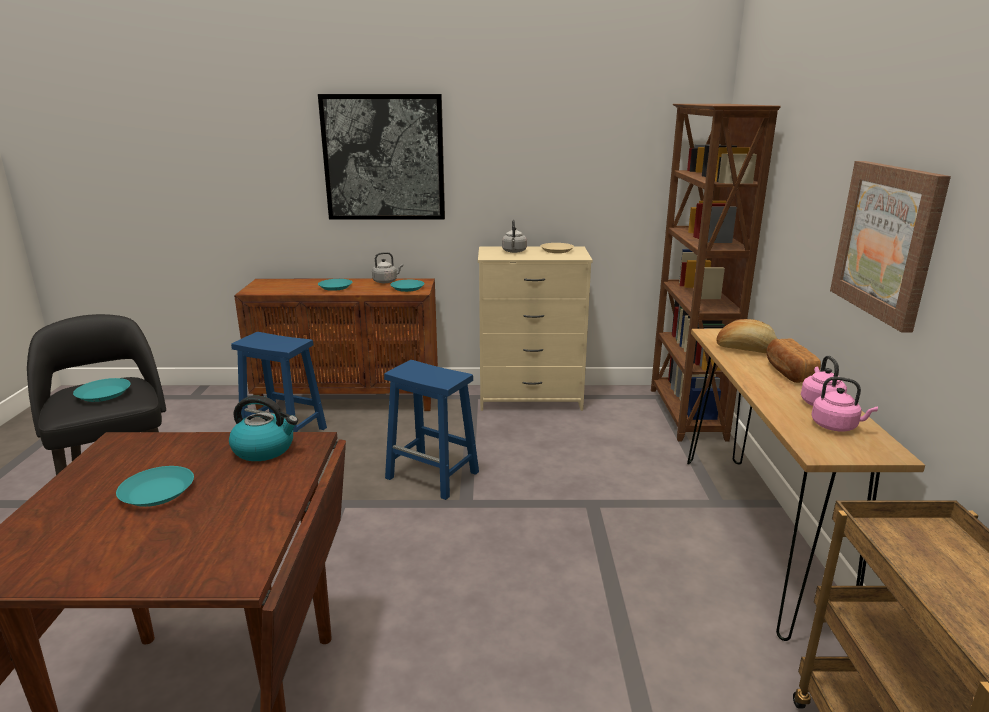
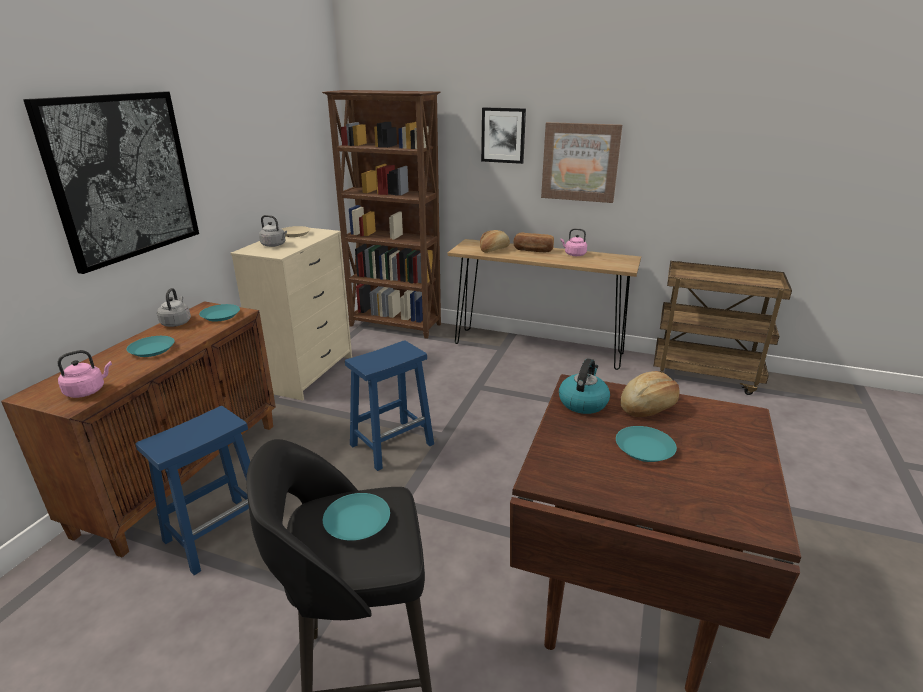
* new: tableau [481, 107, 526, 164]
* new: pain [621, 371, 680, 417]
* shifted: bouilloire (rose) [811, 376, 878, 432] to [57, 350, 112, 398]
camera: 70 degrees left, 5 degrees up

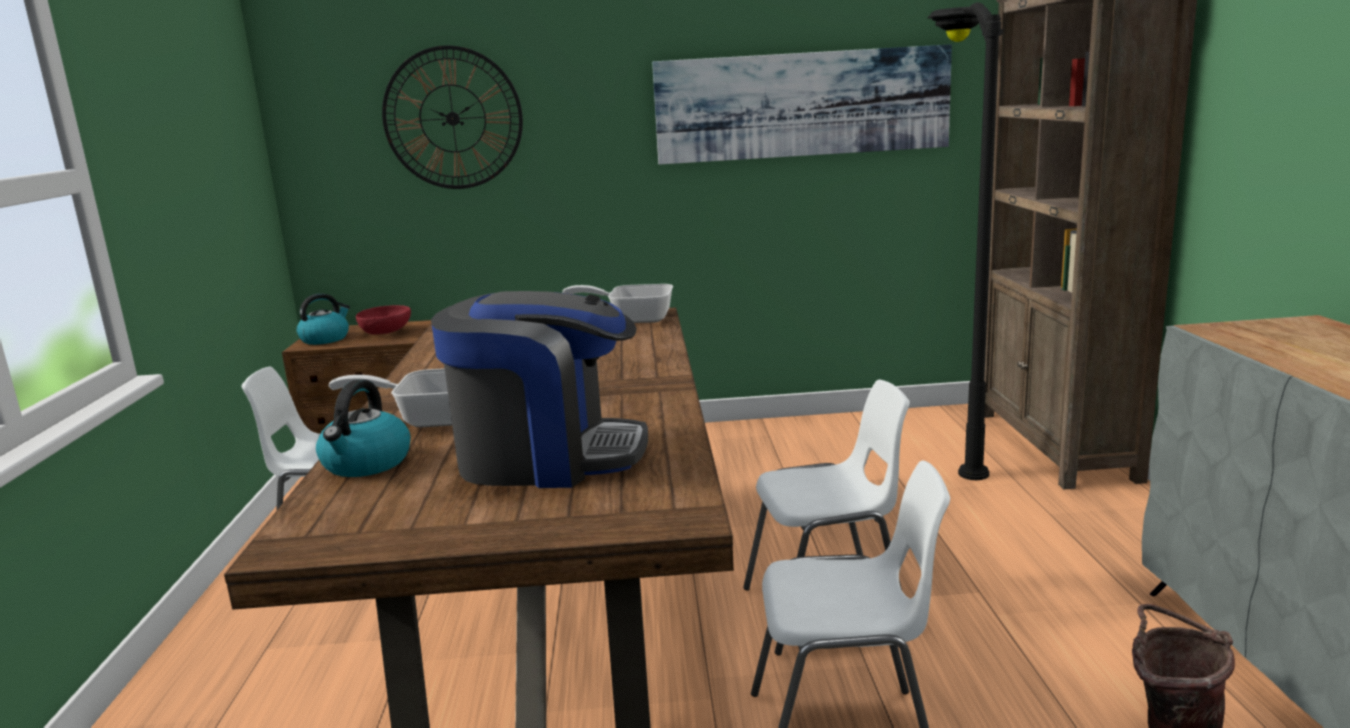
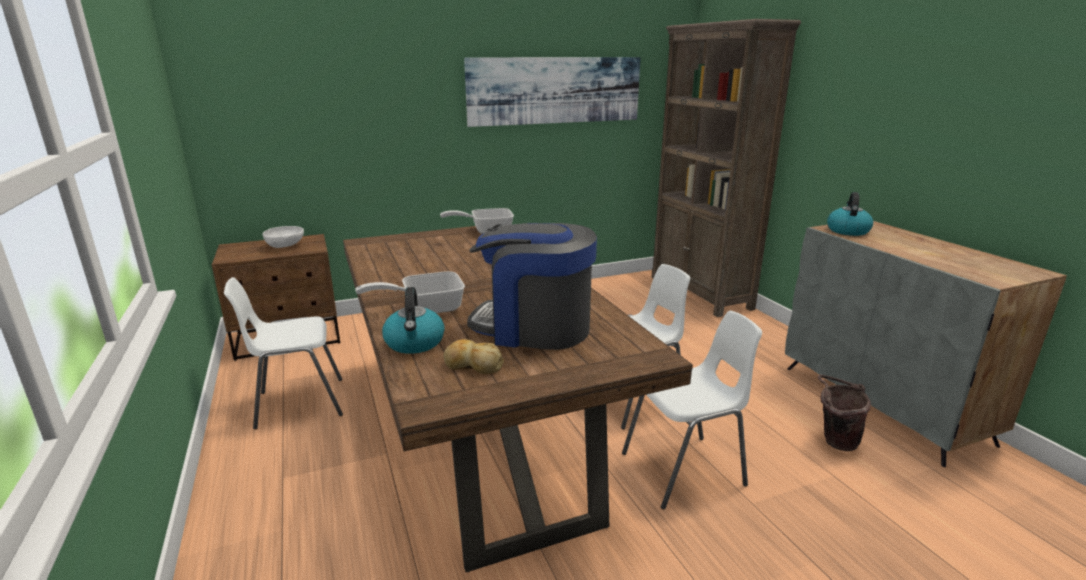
* gone: horloge murale [382, 46, 523, 189]
* gone: lampadaire (noir) [928, 2, 1003, 480]
* new: pain [443, 339, 504, 374]
* shifted: bouilloire [296, 293, 350, 345] to [827, 192, 873, 236]
* repainted: bol (rouge) [356, 305, 411, 335] to bol (blanc) [263, 226, 304, 248]
* rotated: machine à café [431, 291, 648, 488] = [467, 223, 597, 350] 150 degrees counterclockwise
camera: 20 degrees left, 5 degrees up

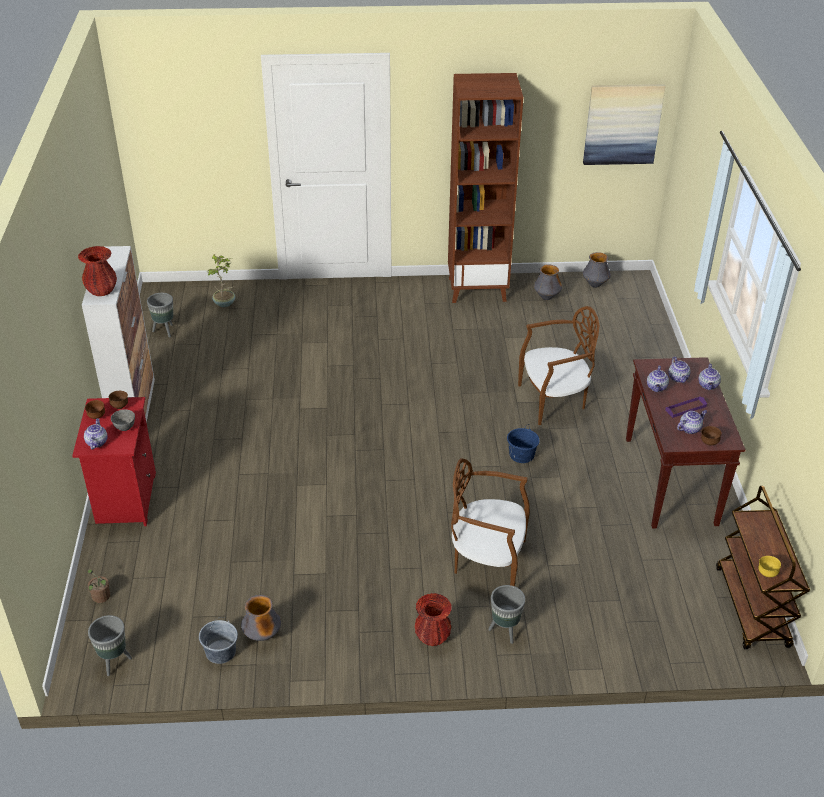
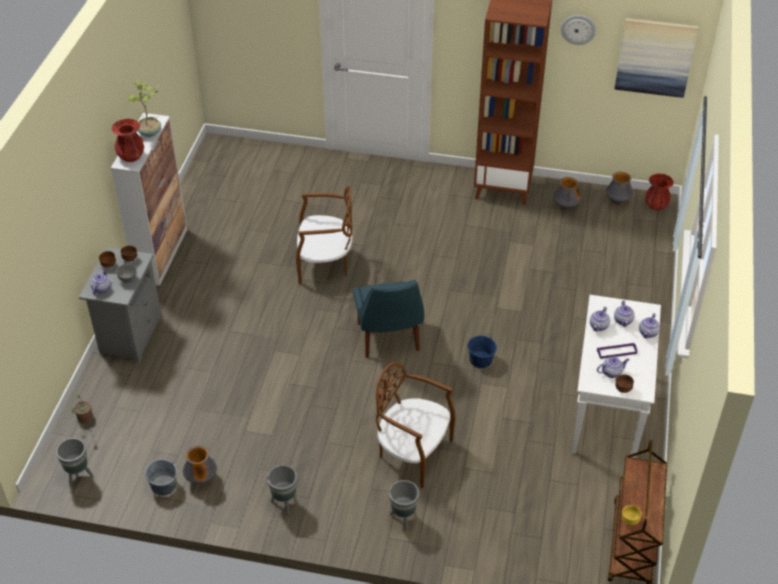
* new: chaise (bleu) [353, 280, 424, 358]
* new: horloge murale [561, 15, 596, 45]
* shifted: cache-pot (gris) [147, 293, 173, 337] to [267, 465, 297, 515]
* shifted: plante en pot [208, 254, 235, 307] to [128, 80, 161, 137]
* shifted: vase (rouge) [415, 593, 452, 646] to [645, 174, 674, 210]
* shifted: chaise (marron) [518, 306, 600, 425] to [296, 186, 353, 284]
* repainted: table de chevet (rouge) [72, 397, 156, 526] to table de chevet (gris) [79, 247, 162, 363]
* repainted: table console (marron) [626, 357, 746, 529] to table console (blanc) [572, 295, 661, 458]
camera: 15 degrees right, 5 degrees up

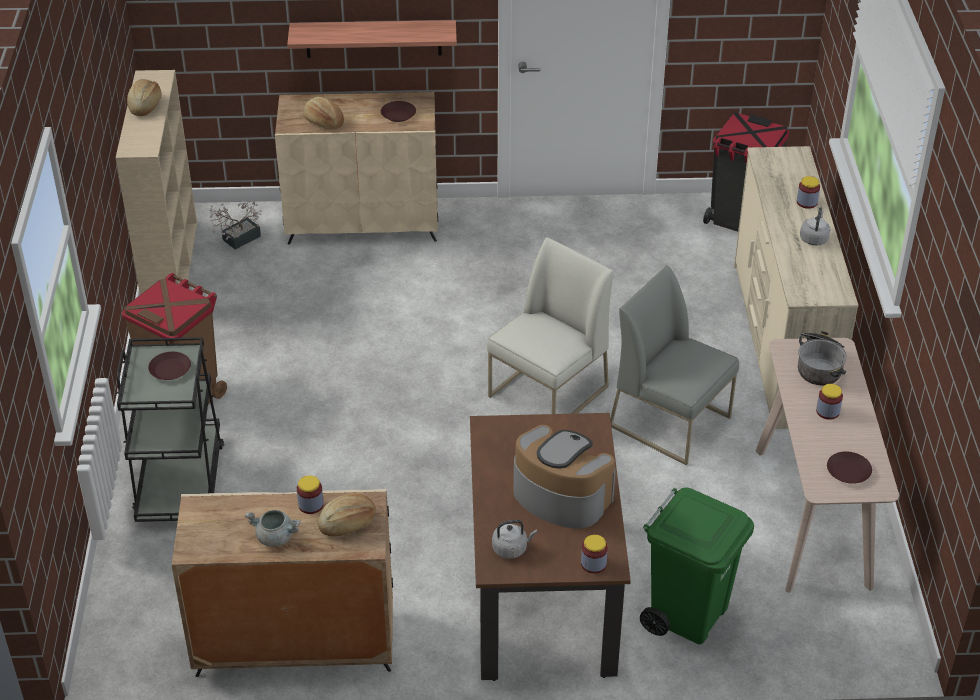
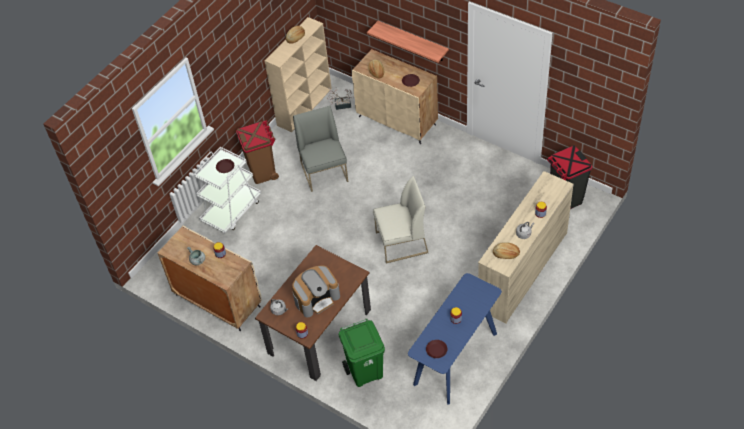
* gone: marmite [798, 331, 847, 385]
* shifted: pain [318, 493, 376, 537] to [493, 242, 520, 259]
* shifted: chaise (gris) [610, 265, 739, 465] to [293, 106, 348, 192]
* repainted: chariot (noir) [116, 337, 224, 522] to chariot (blanc) [194, 147, 261, 233]
* repainted: table console (beige) [755, 338, 899, 593] to table console (bleu) [408, 273, 502, 404]
* rotated: machine à café [514, 425, 616, 529] = [292, 265, 340, 317] 75 degrees clockwise
camera: 40 degrees right, 10 degrees up

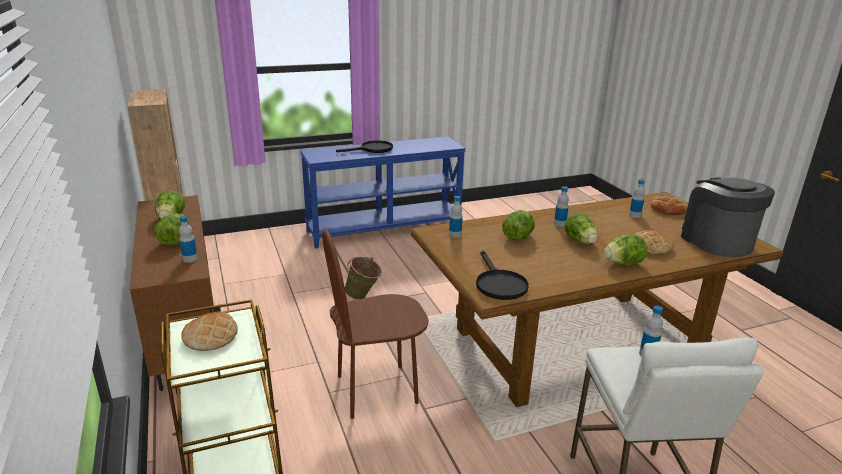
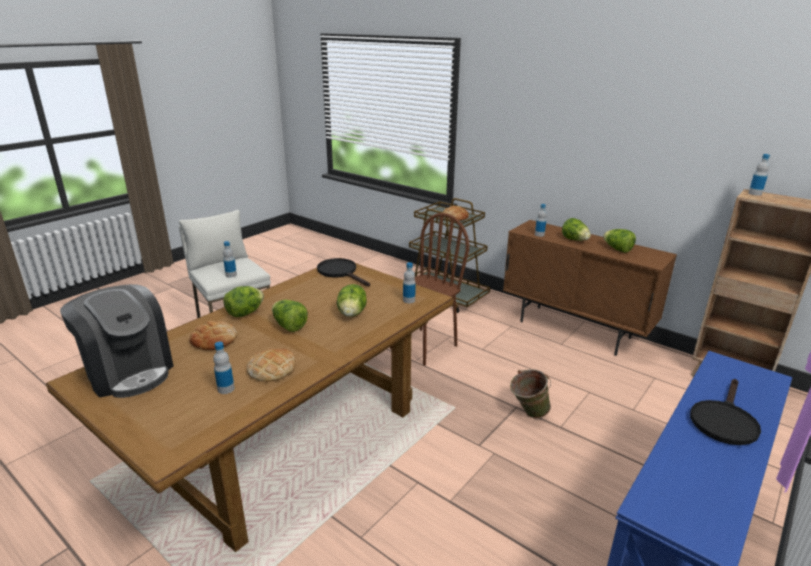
* shifted: bouteille [554, 186, 569, 227] to [749, 154, 770, 196]
* shifted: pain [651, 194, 688, 215] to [246, 348, 295, 382]
camera: 150 degrees right, 0 degrees up

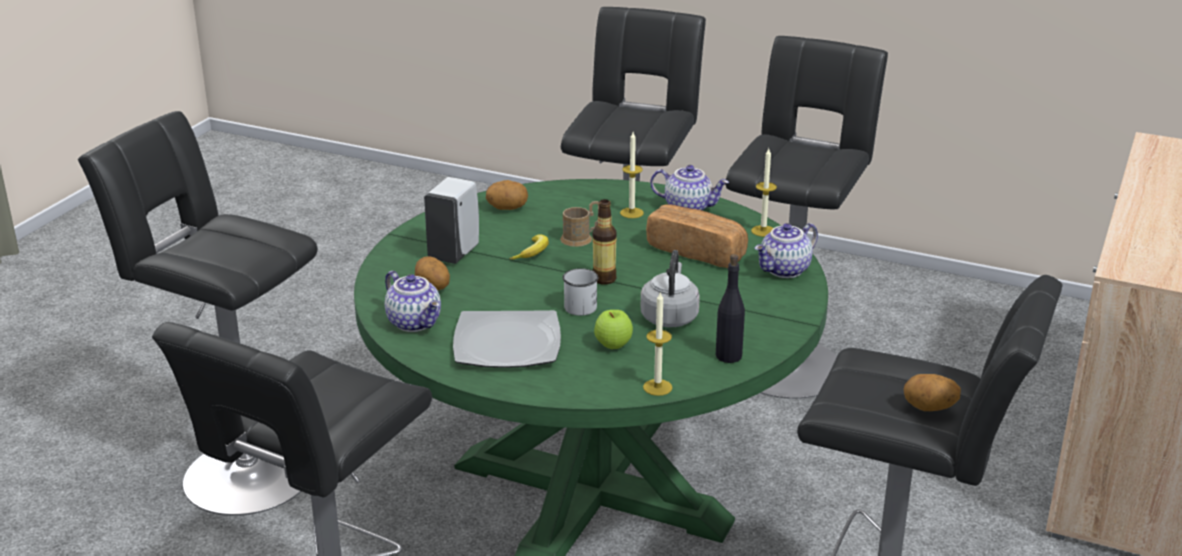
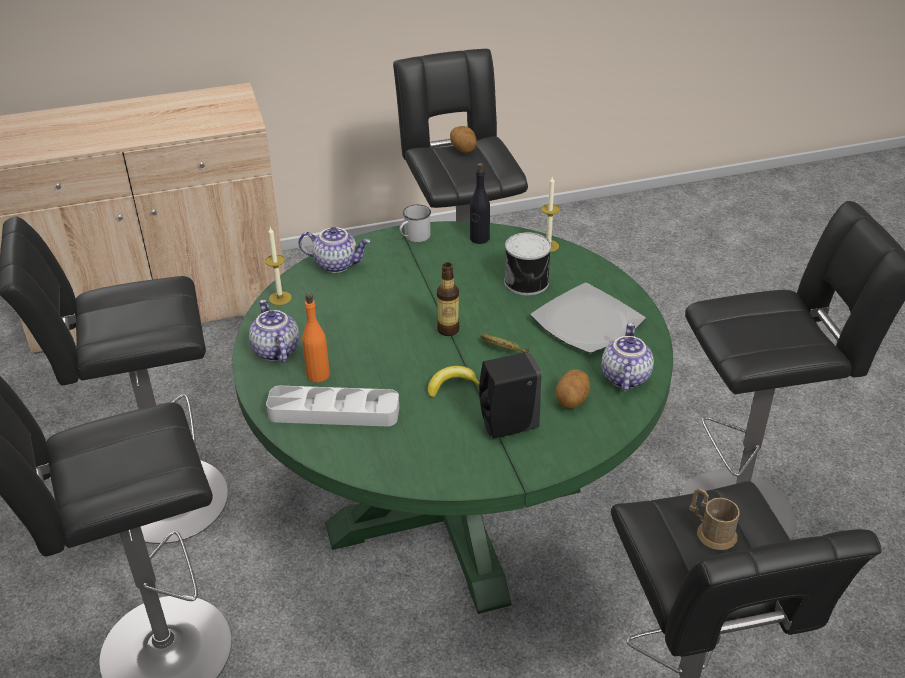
* gone: pomme de terre [486, 180, 528, 210]
* gone: bouilloire (gris) [641, 250, 700, 327]
* gone: pain [646, 204, 748, 268]
* new: plateau (gris) [266, 386, 399, 427]
* new: banane [480, 334, 529, 353]
* shifted: mug (marron) [560, 201, 599, 247] to [689, 488, 740, 550]
* shifted: mug (blanc) [563, 268, 598, 316] to [399, 205, 431, 242]
* swapped: pomme [594, 310, 633, 349] to boîte métallique [504, 232, 551, 296]
* swapped: bougie [620, 132, 644, 218] to bouteille (orange) [302, 293, 330, 383]
* repainted: distributeur de savon (blanc) [424, 177, 479, 264] to distributeur de savon (noir) [479, 352, 542, 438]
camera: 130 degrees left, 10 degrees up

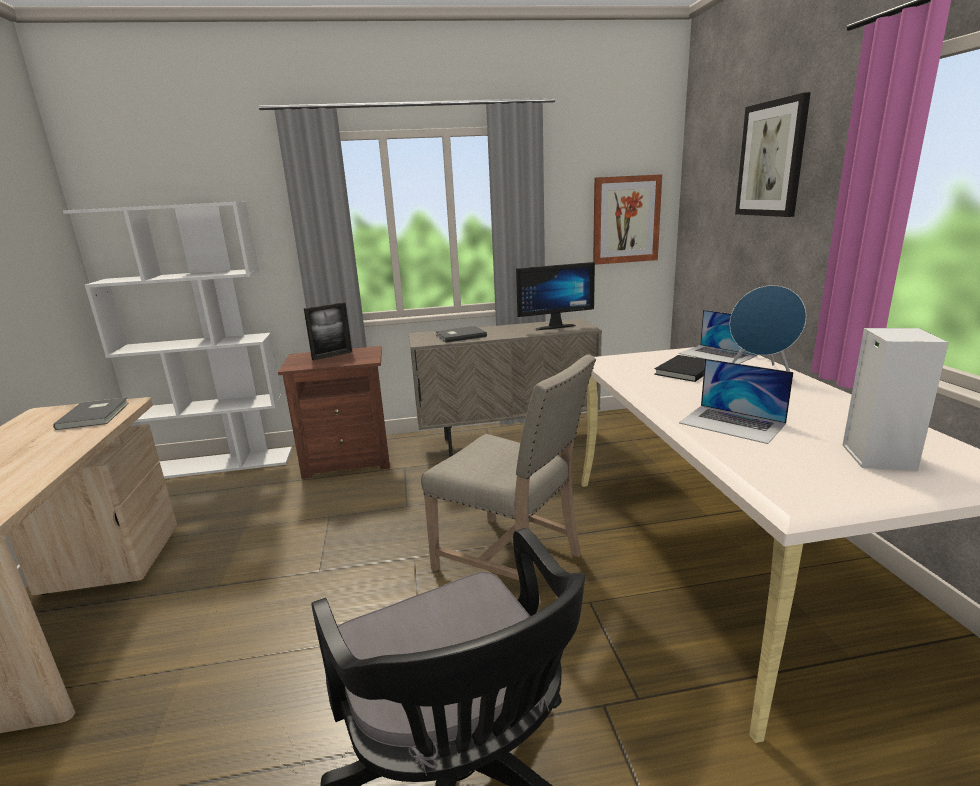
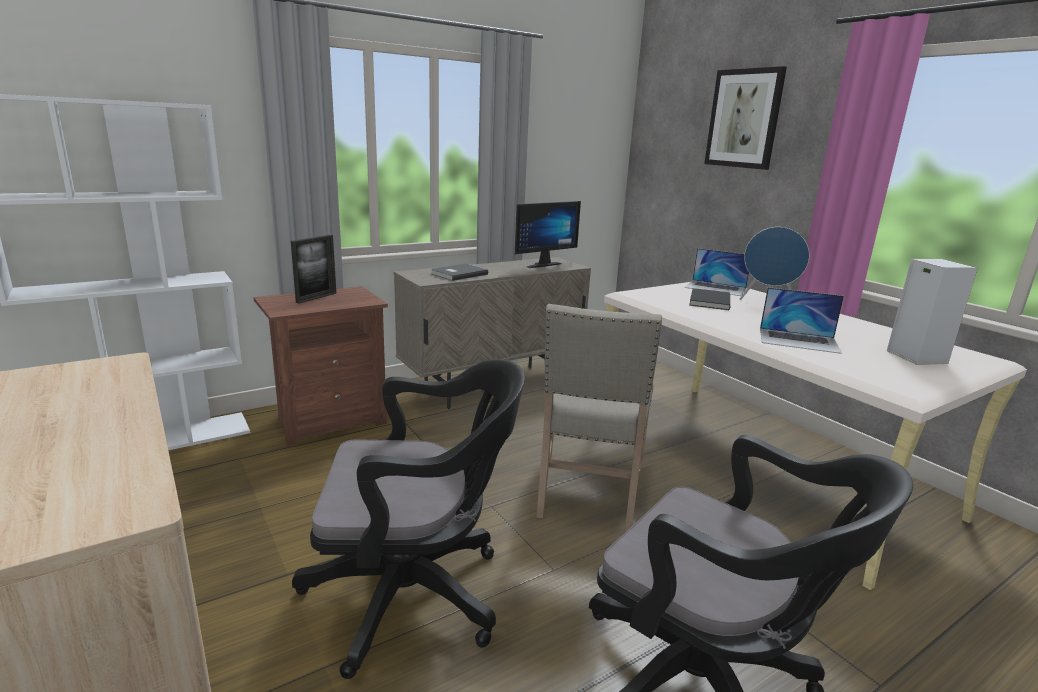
* gone: livre (gris) [53, 397, 129, 430]
* gone: tableau [593, 174, 662, 265]
* new: chaise de bureau (noir) [292, 359, 525, 679]
* rotated: chaise (beige) [421, 354, 596, 605] = [536, 304, 662, 531] 90 degrees clockwise
camera: 25 degrees left, 0 degrees up

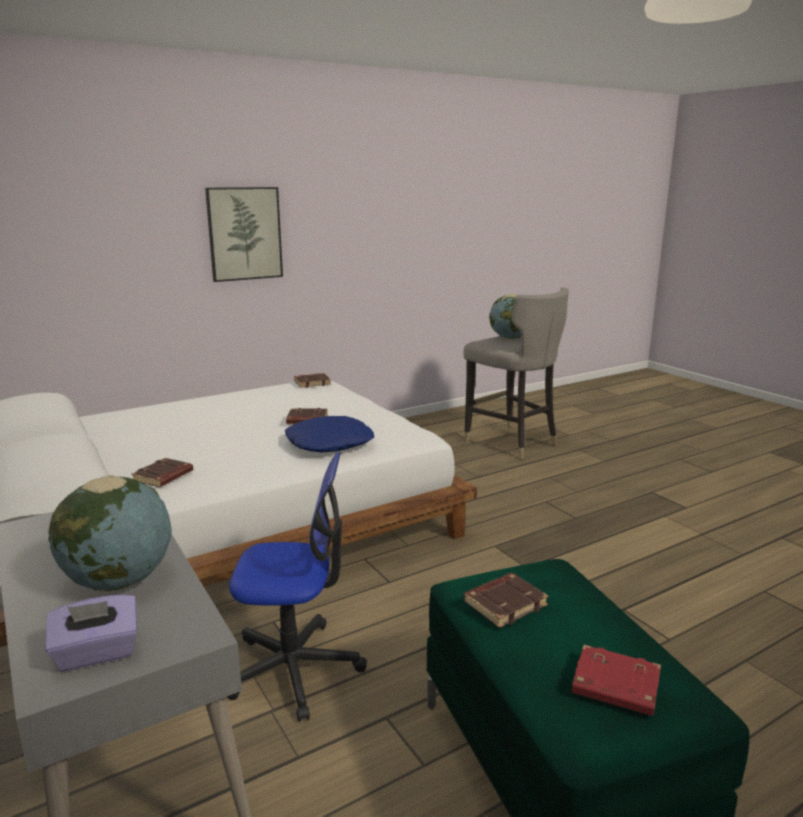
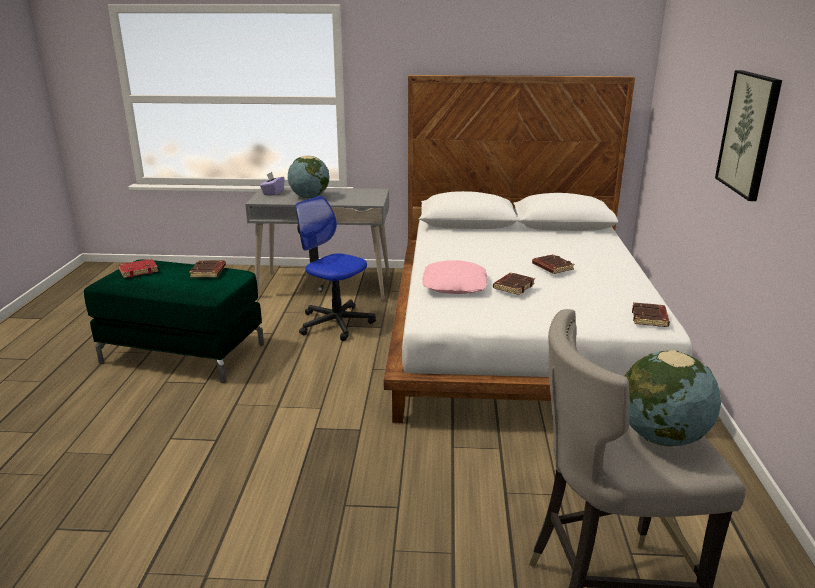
* shifted: livre (marron) [131, 458, 193, 487] to [532, 254, 575, 274]
* repainted: coussin (bleu) [285, 416, 374, 453] to coussin (rose) [422, 260, 488, 294]
* rotated: chaise de bureau [227, 452, 367, 722] = [296, 196, 376, 341] 90 degrees clockwise
camera: 125 degrees right, 5 degrees up

